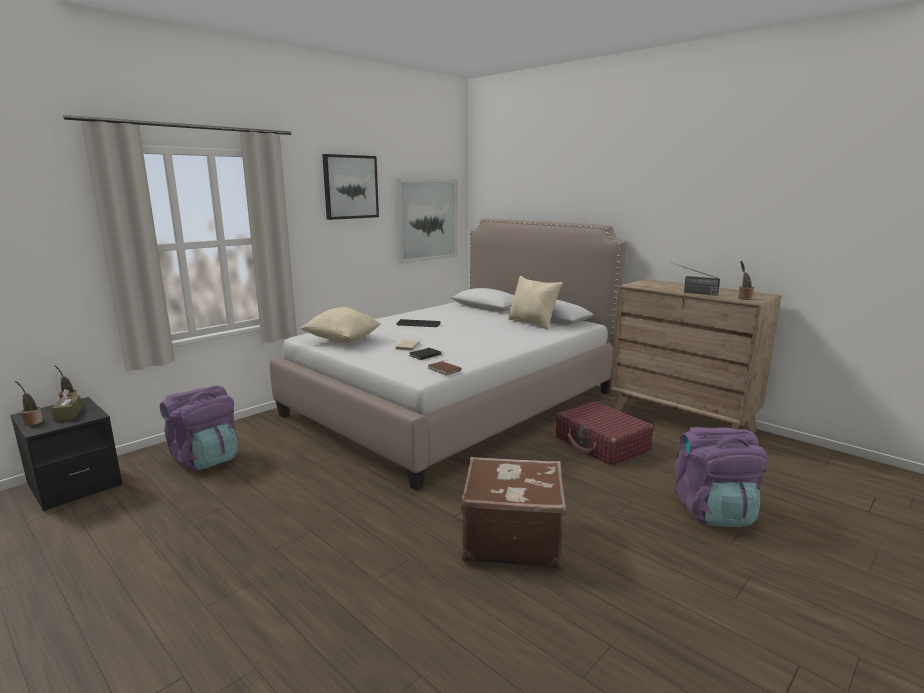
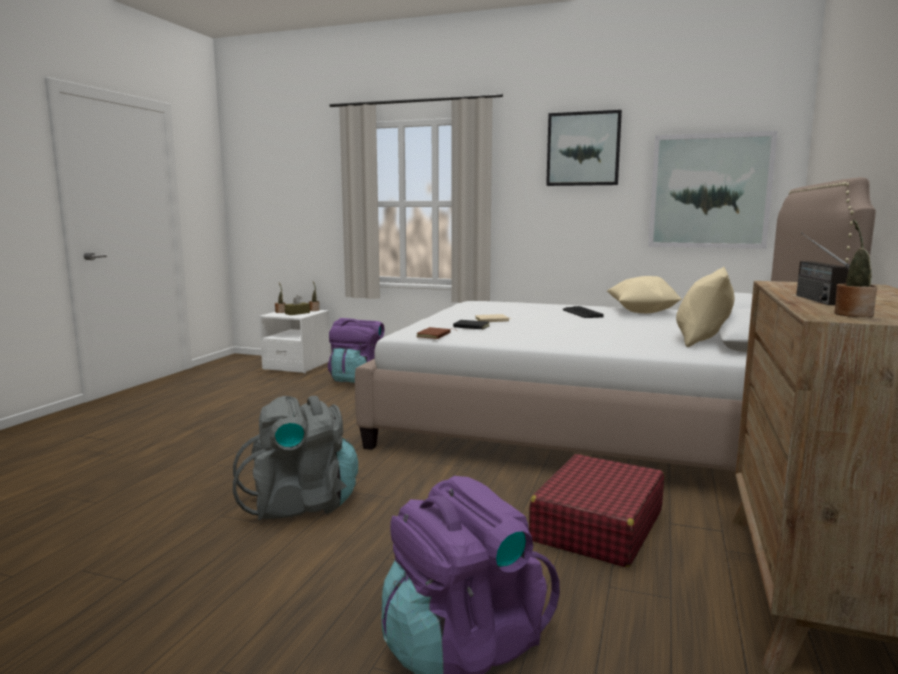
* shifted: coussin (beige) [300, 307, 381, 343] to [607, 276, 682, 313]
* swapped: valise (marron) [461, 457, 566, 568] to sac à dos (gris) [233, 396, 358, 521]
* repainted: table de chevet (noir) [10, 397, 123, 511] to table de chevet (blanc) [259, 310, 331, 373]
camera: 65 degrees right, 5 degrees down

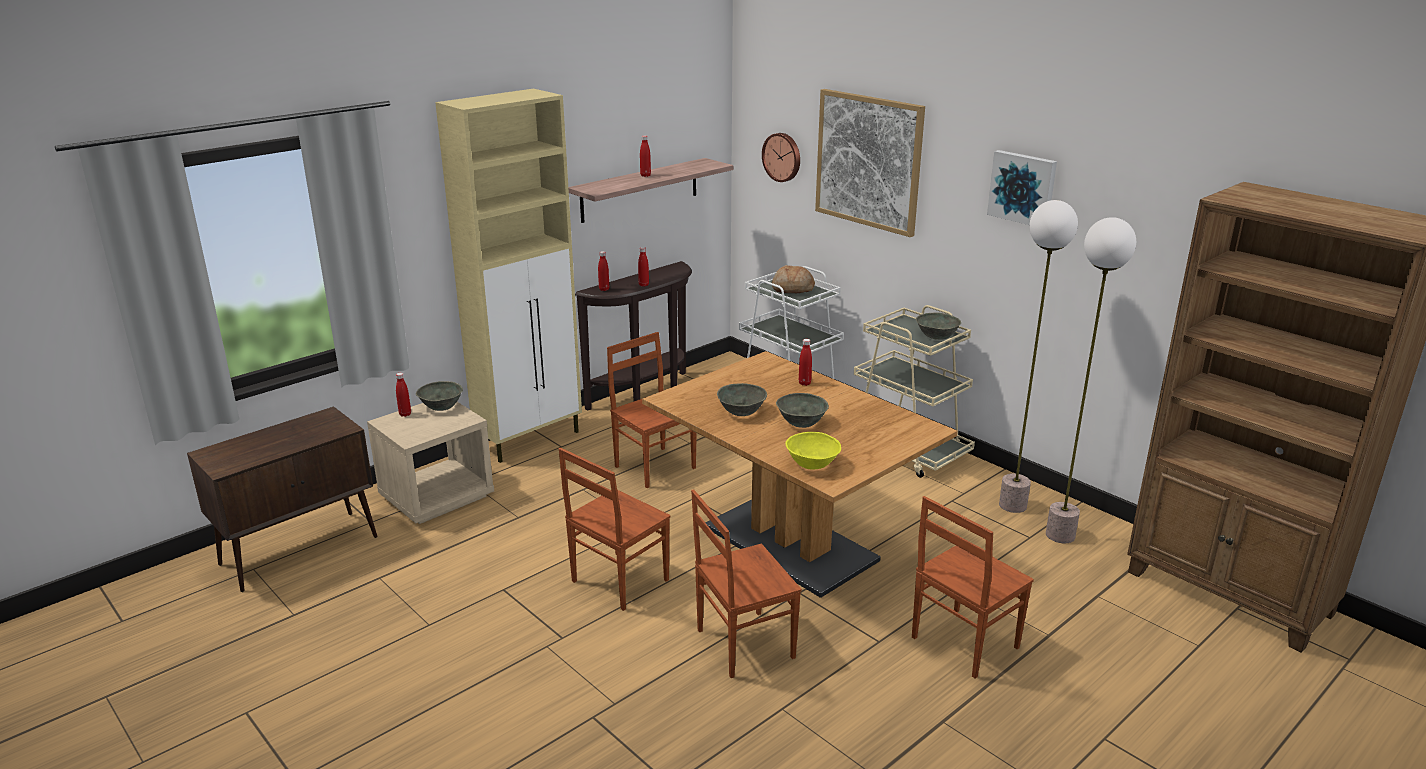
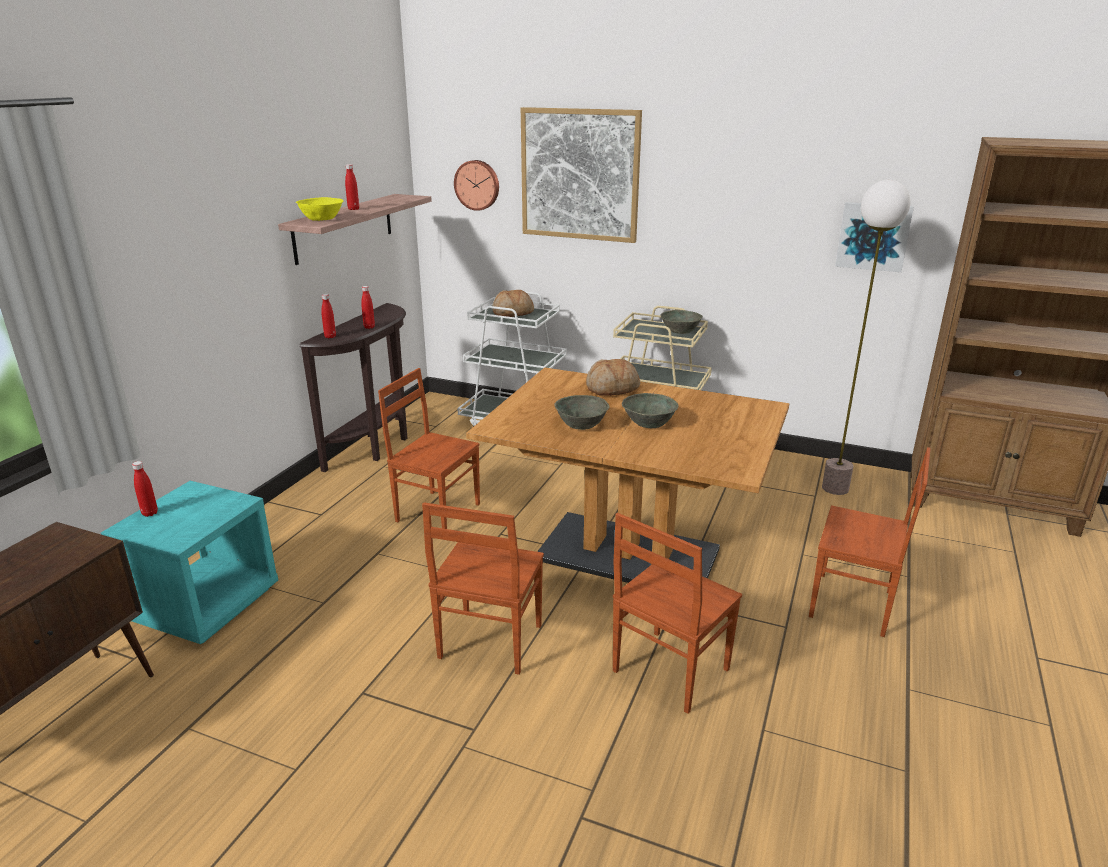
* gone: bol (gris) [416, 381, 463, 411]
* gone: meuble de rangement (beige) [435, 89, 582, 463]
* gone: lampadaire [999, 200, 1078, 513]
* shifted: bol (jaune) [785, 432, 841, 470] to [295, 197, 344, 221]
* shifted: tableau [987, 150, 1057, 225] to [835, 202, 914, 272]
* swapped: bouteille (rouge) [799, 339, 812, 386] to pain [586, 359, 640, 396]
* repainted: table de chevet (beige) [367, 402, 494, 524] to table de chevet (turquoise) [101, 481, 278, 644]
* rotated: chaise (marron) [912, 496, 1034, 679] = [809, 447, 931, 637] 90 degrees counterclockwise
camera: 25 degrees left, 0 degrees up

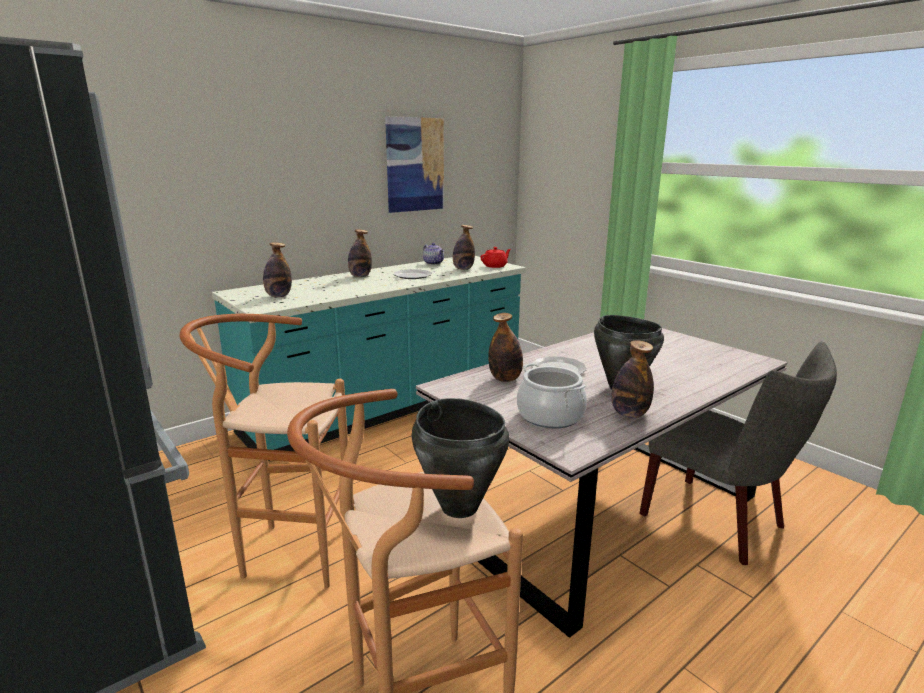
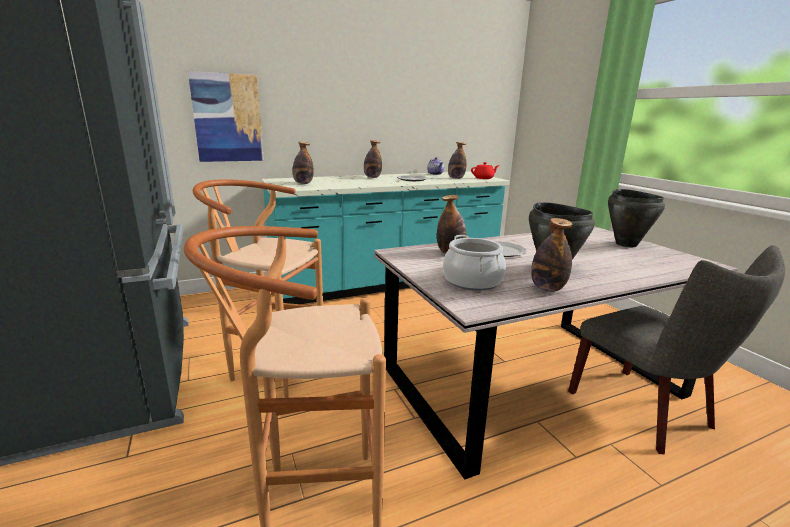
* shifted: tableau [385, 116, 444, 213] to [188, 71, 264, 162]
* shifted: marmite (noir) [412, 398, 509, 518] to [608, 189, 665, 247]
camera: 15 degrees right, 0 degrees up

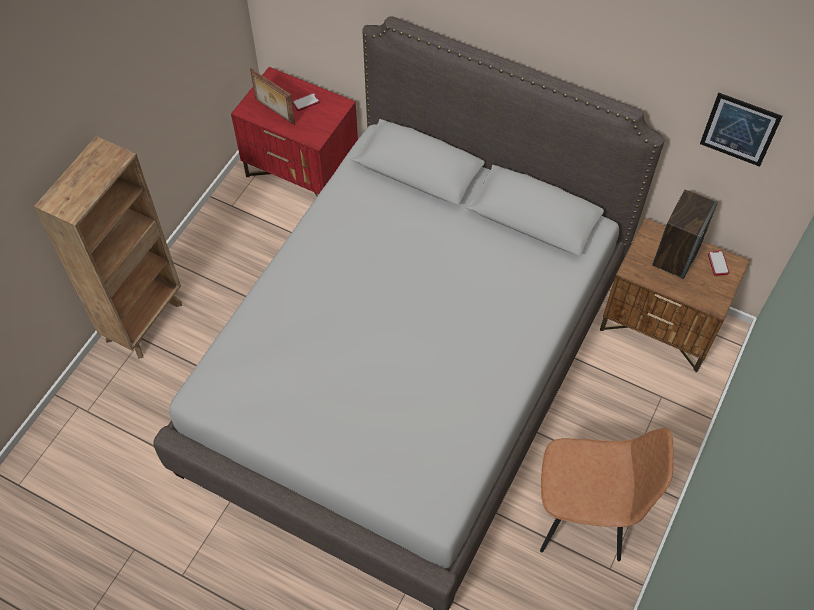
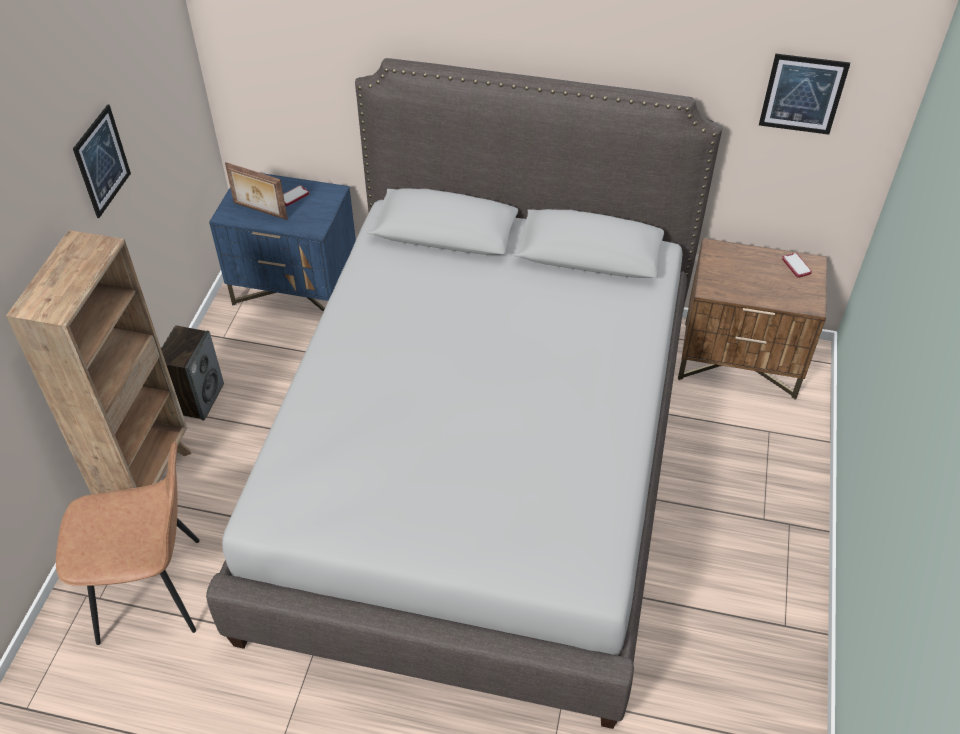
* new: tableau [73, 105, 131, 218]
* shifted: chaise (marron) [540, 428, 674, 561] to [56, 441, 200, 645]
* shifted: enceinte [652, 190, 718, 279] to [161, 325, 224, 420]
* repainted: table de chevet (rouge) [231, 67, 358, 196] to table de chevet (bleu) [209, 173, 356, 312]
camera: 15 degrees left, 10 degrees down

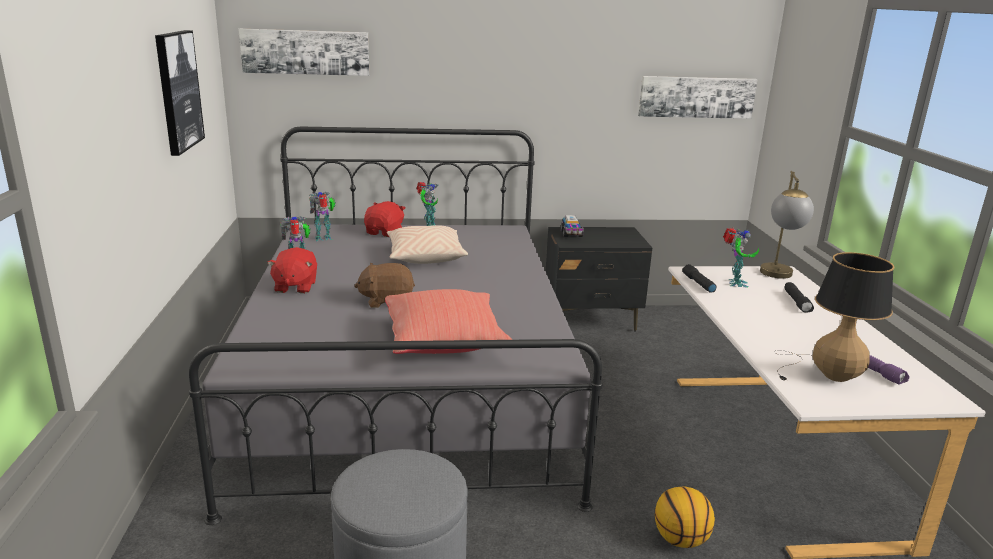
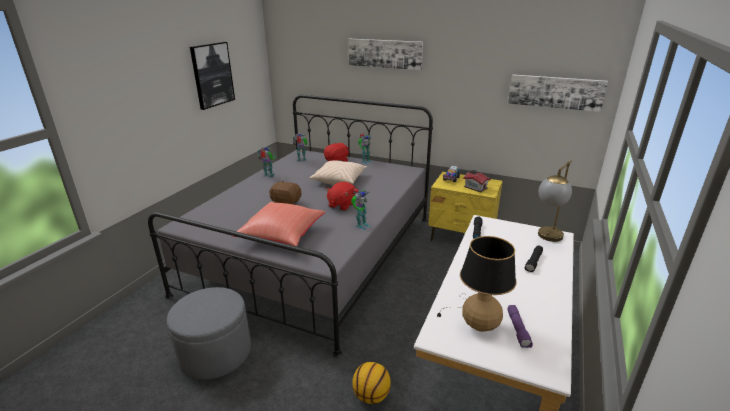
* new: maison miniature [463, 170, 491, 192]
* shifted: tableau [239, 29, 369, 76] to [349, 39, 423, 70]
* shifted: peluche (rouge) [267, 247, 317, 294] to [326, 182, 356, 211]
* shifted: robot jouet [723, 228, 759, 288] to [351, 188, 370, 230]
* repainted: table de chevet (noir) [546, 227, 652, 332] to table de chevet (jaune) [428, 172, 502, 241]
camera: 30 degrees right, 5 degrees up

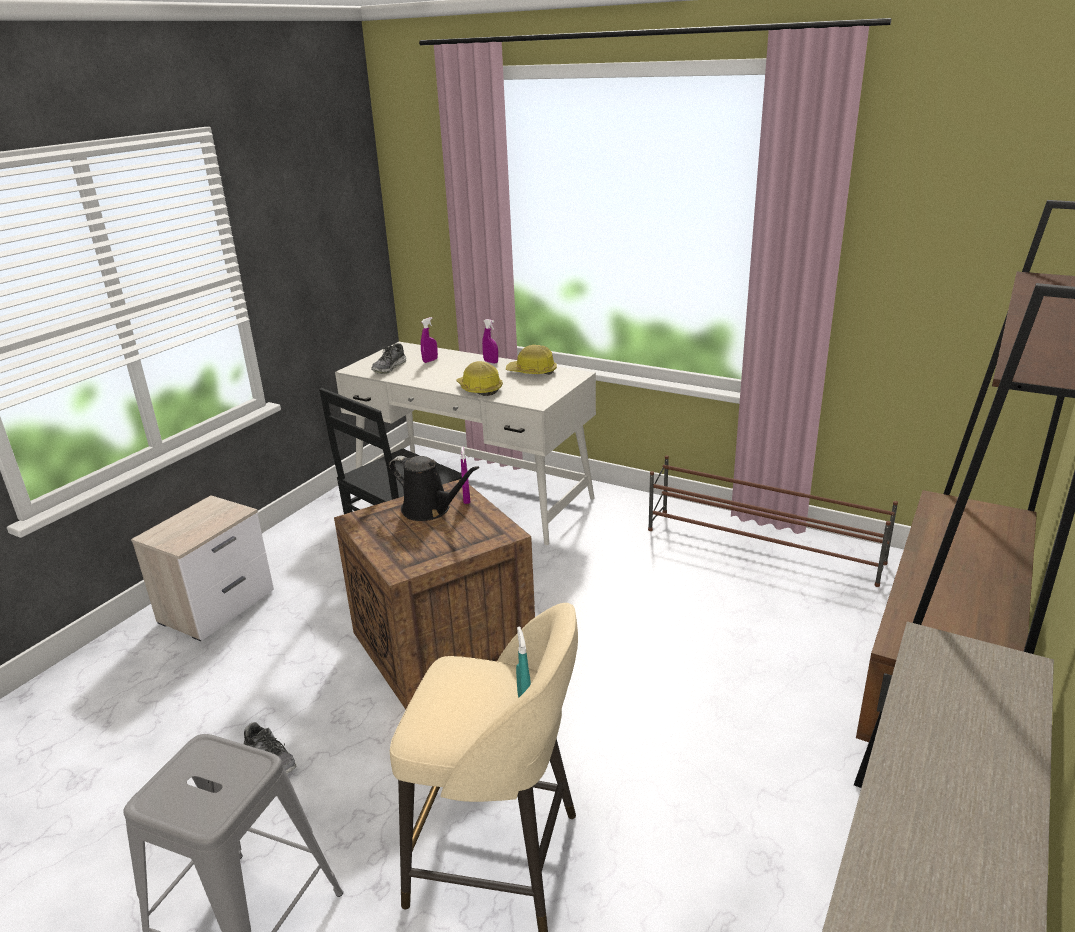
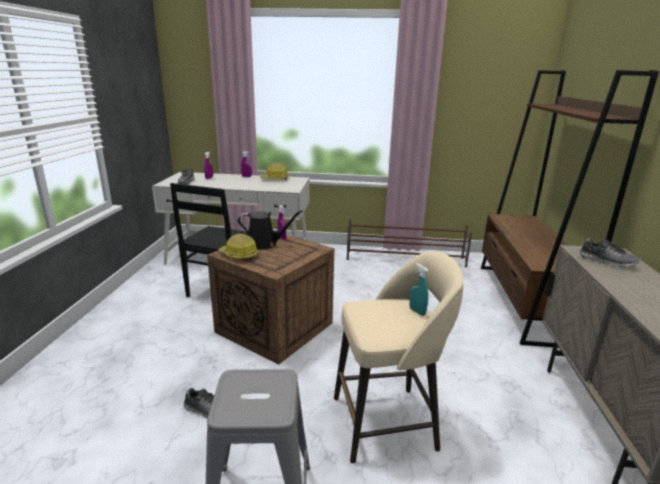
* gone: table de chevet [131, 495, 274, 641]
* new: chaussure [578, 238, 640, 268]
* shifted: casque de chantier [456, 361, 503, 396] to [218, 234, 258, 261]
camera: 25 degrees left, 5 degrees down

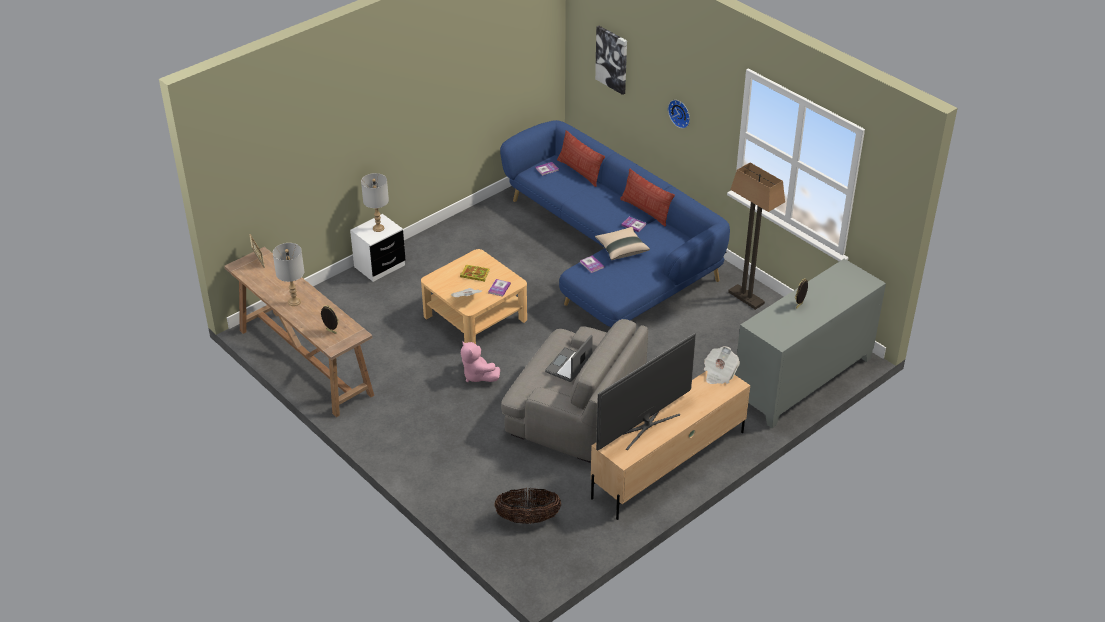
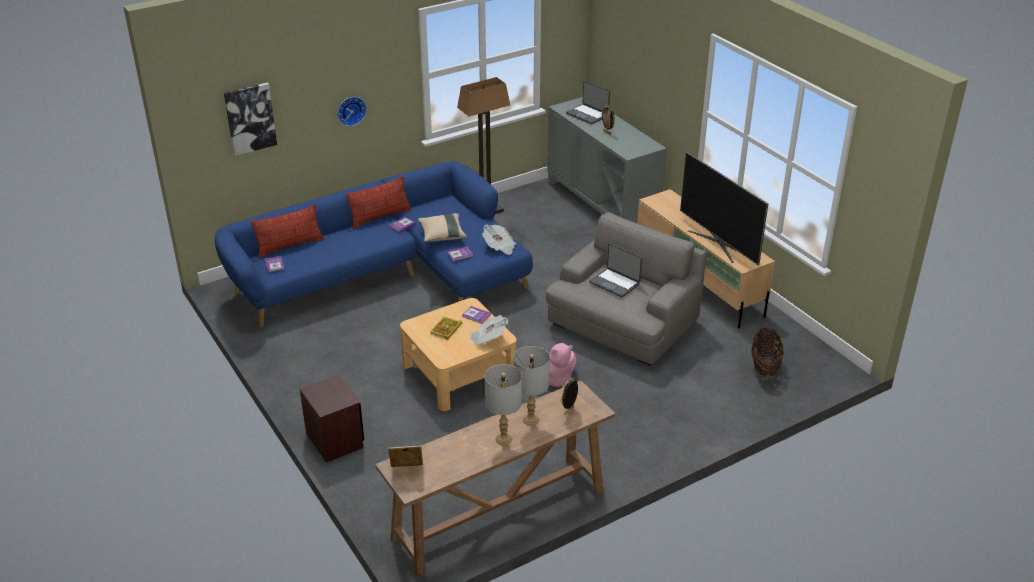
* new: ordinateur portable [566, 81, 610, 124]
* shifted: lampe de table (gris) [361, 173, 389, 232] to [514, 346, 550, 426]
* shifted: journal [704, 346, 740, 384] to [482, 225, 516, 255]
* repainted: table de chevet (blanc) [350, 214, 405, 282] to table de chevet (marron) [300, 374, 364, 463]
camera: 80 degrees left, 5 degrees down

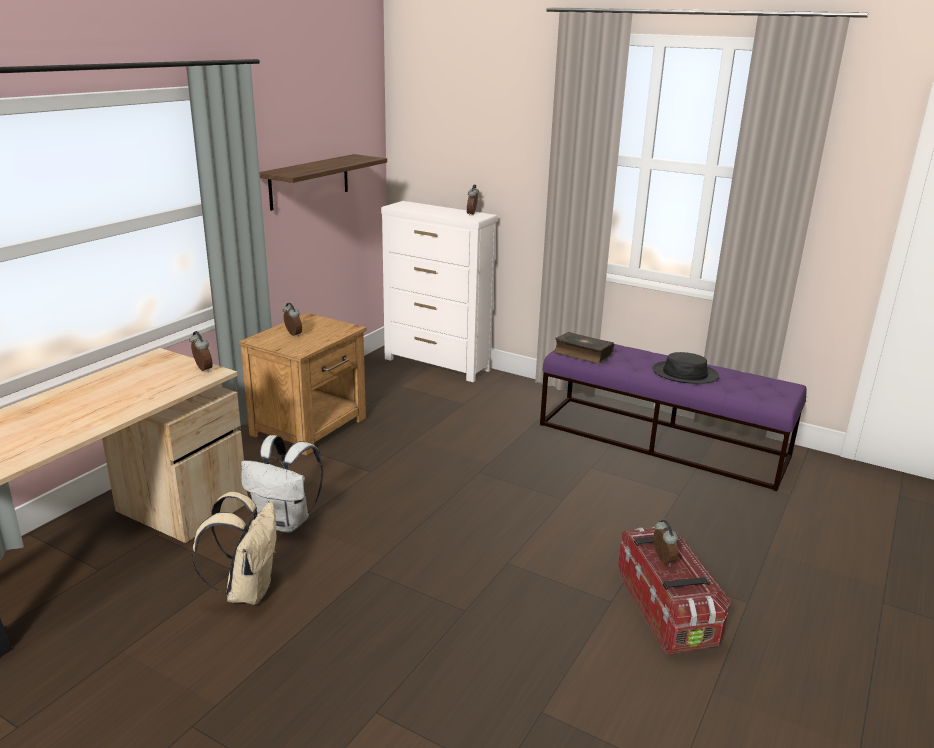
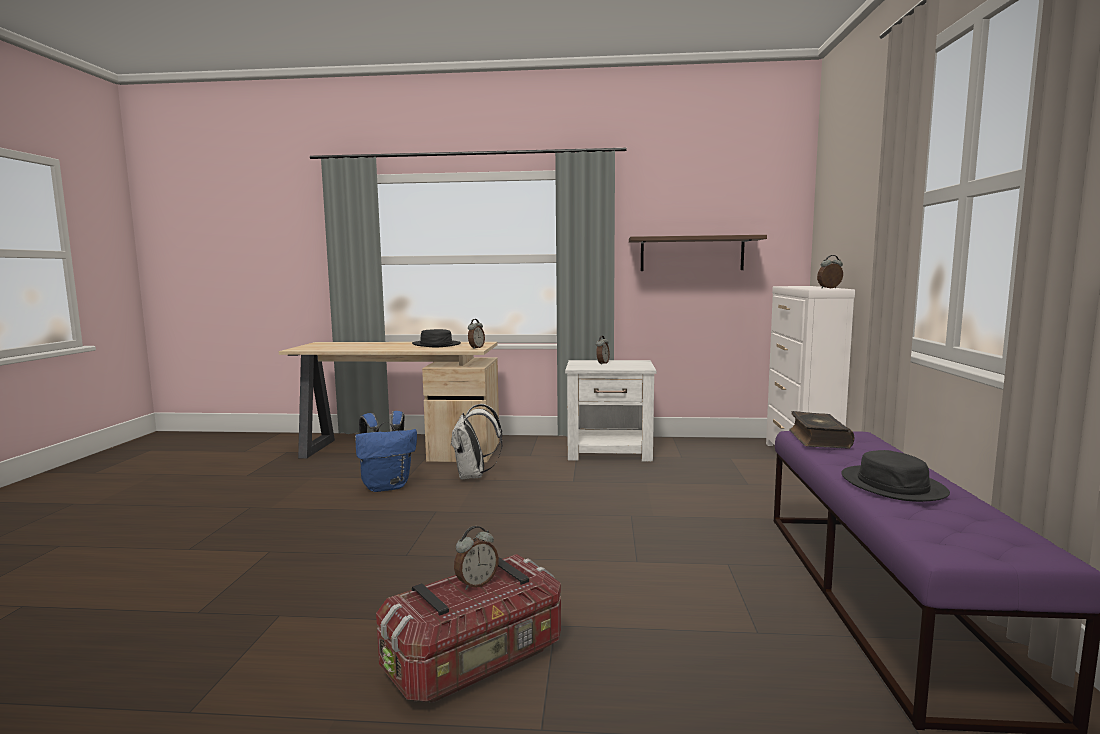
* new: chapeau (noir) [412, 329, 461, 347]
* repainted: sac à dos (beige) [192, 492, 276, 605] to sac à dos (bleu) [355, 411, 417, 492]
* repainted: table de chevet (marron) [239, 313, 367, 456] to table de chevet (blanc) [565, 360, 657, 462]
camera: 65 degrees right, 15 degrees down

